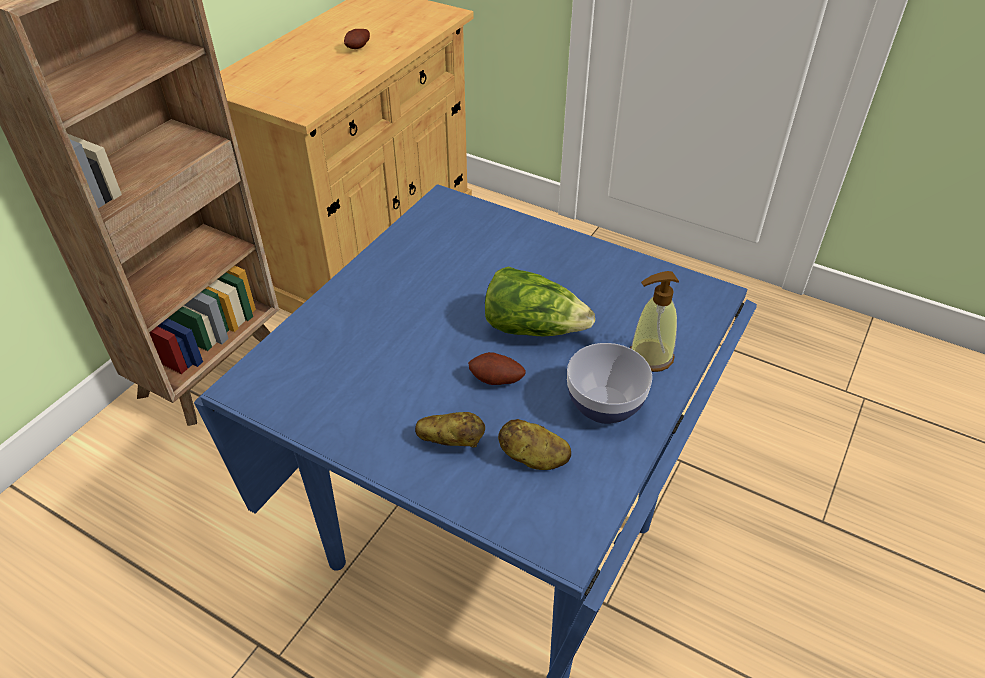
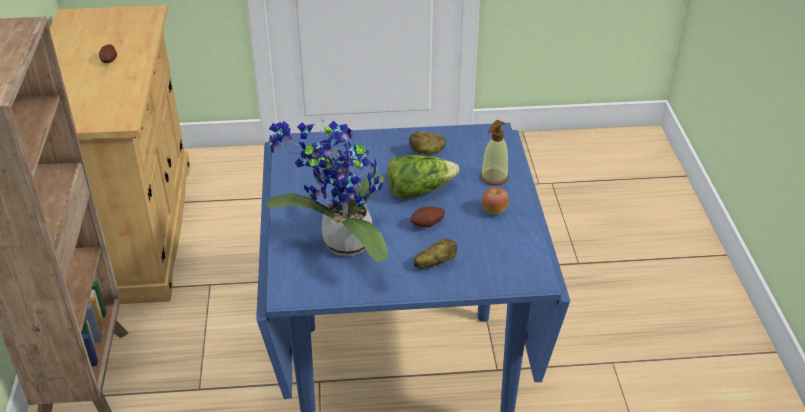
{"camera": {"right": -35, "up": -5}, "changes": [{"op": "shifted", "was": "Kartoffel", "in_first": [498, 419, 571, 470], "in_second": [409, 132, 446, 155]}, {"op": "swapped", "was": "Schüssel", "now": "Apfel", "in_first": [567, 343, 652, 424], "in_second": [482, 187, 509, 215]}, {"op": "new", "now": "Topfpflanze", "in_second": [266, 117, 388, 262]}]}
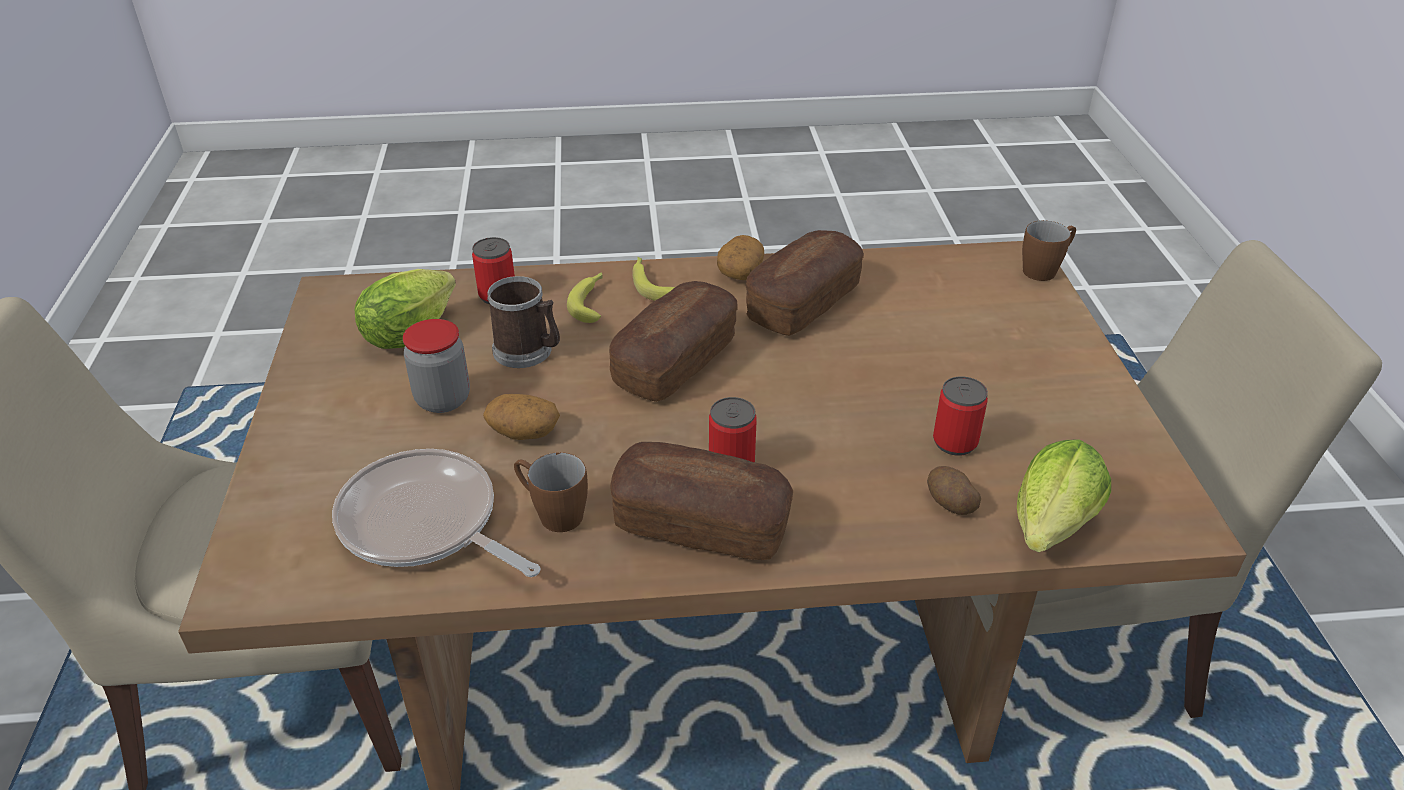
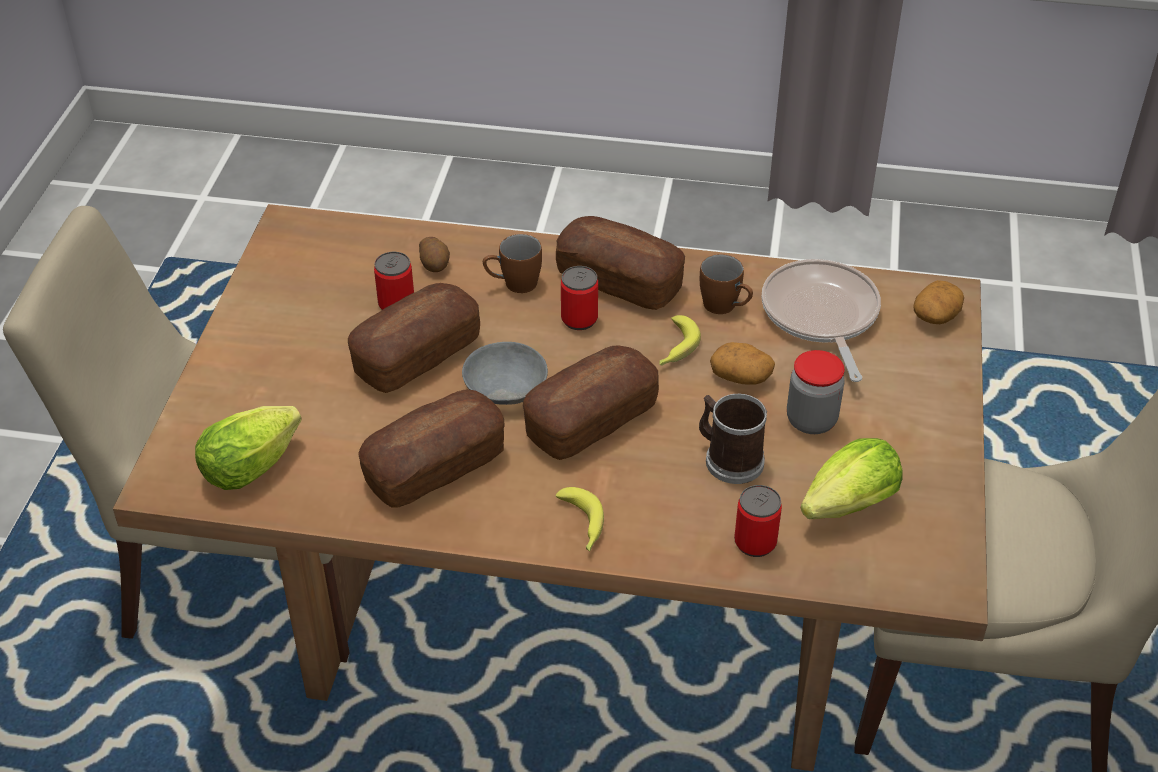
{"camera": {"right": -165, "up": 5}, "changes": [{"op": "rotated", "was": "Pfanne", "in_first": [332, 449, 540, 577], "in_second": [761, 259, 881, 382], "clockwise": -150}, {"op": "shifted", "was": "Banane", "in_first": [567, 272, 603, 323], "in_second": [659, 315, 701, 365]}, {"op": "shifted", "was": "Kartoffel", "in_first": [717, 235, 764, 280], "in_second": [913, 280, 964, 324]}, {"op": "shifted", "was": "Salatkopf", "in_first": [1017, 439, 1111, 552], "in_second": [195, 406, 302, 490]}, {"op": "shifted", "was": "Henkelbecher (braun)", "in_first": [1022, 220, 1076, 281], "in_second": [483, 234, 542, 293]}, {"op": "new", "now": "Brot", "in_second": [348, 283, 480, 393]}, {"op": "new", "now": "Schüssel (grau)", "in_second": [462, 342, 548, 405]}]}
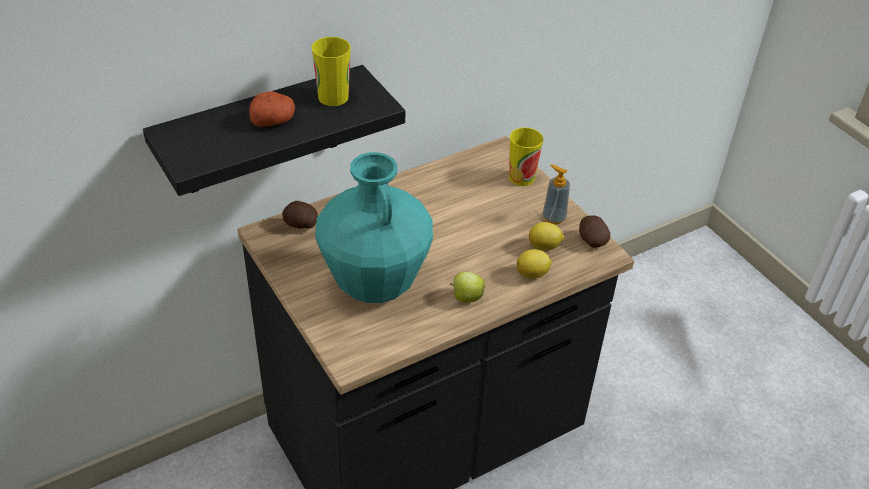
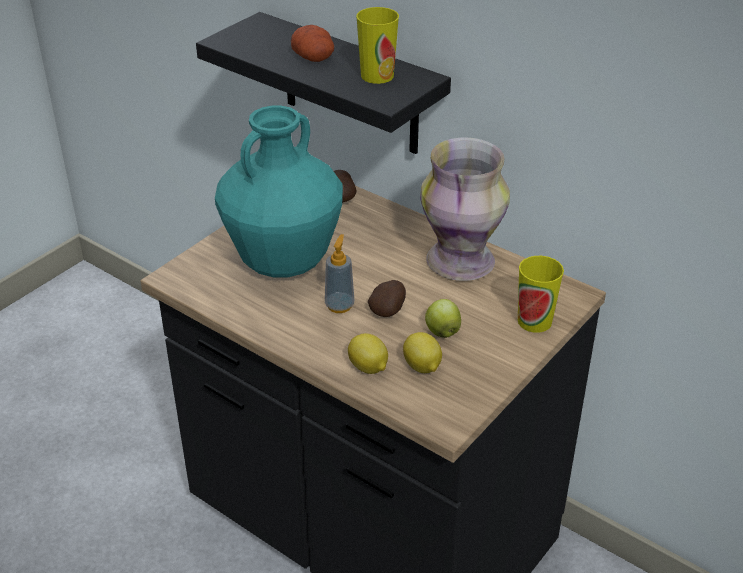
{"camera": {"right": 70, "up": -5}, "changes": [{"op": "shifted", "was": "Apfel", "in_first": [450, 272, 485, 303], "in_second": [425, 299, 461, 338]}, {"op": "shifted", "was": "Seifenspender", "in_first": [543, 164, 570, 225], "in_second": [325, 234, 354, 313]}, {"op": "shifted", "was": "Kartoffel", "in_first": [579, 216, 610, 248], "in_second": [368, 280, 406, 317]}, {"op": "new", "now": "Vase", "in_second": [420, 138, 510, 281]}]}
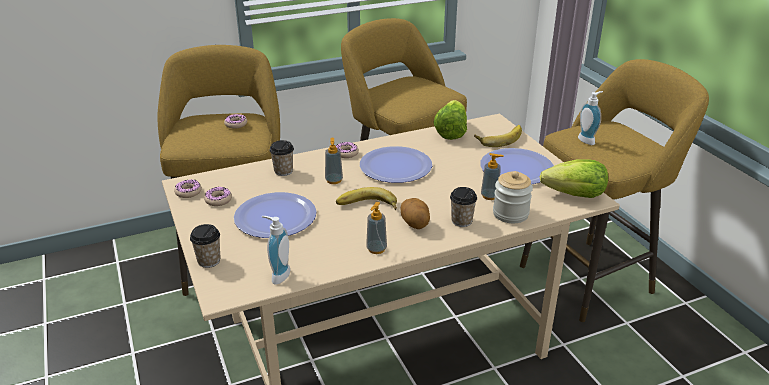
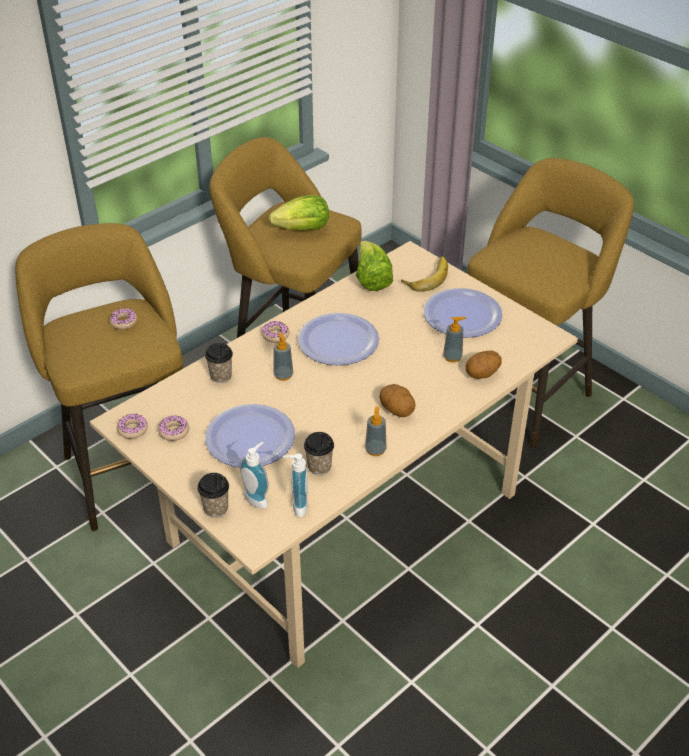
{"camera": {"right": -20, "up": 10}, "changes": [{"op": "gone", "was": "Banane", "in_first": [336, 187, 397, 210]}, {"op": "shifted", "was": "Tasse", "in_first": [450, 187, 477, 227], "in_second": [304, 432, 334, 475]}, {"op": "swapped", "was": "Vorratsglas", "now": "Kartoffel", "in_first": [493, 171, 533, 223], "in_second": [465, 351, 502, 379]}, {"op": "shifted", "was": "Salatkopf", "in_first": [540, 159, 608, 198], "in_second": [269, 195, 329, 231]}, {"op": "shifted", "was": "Seifenspender", "in_first": [578, 91, 603, 145], "in_second": [240, 442, 269, 509]}]}
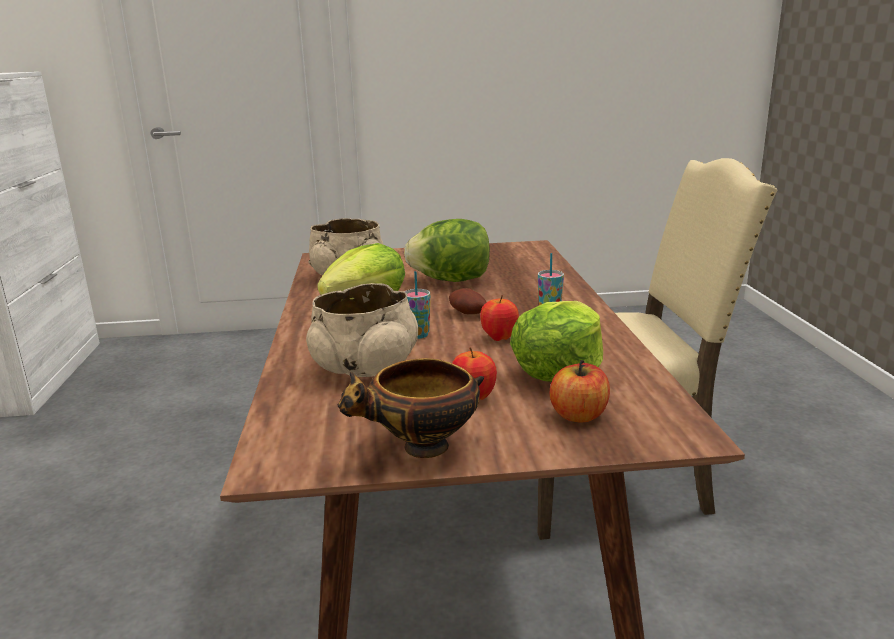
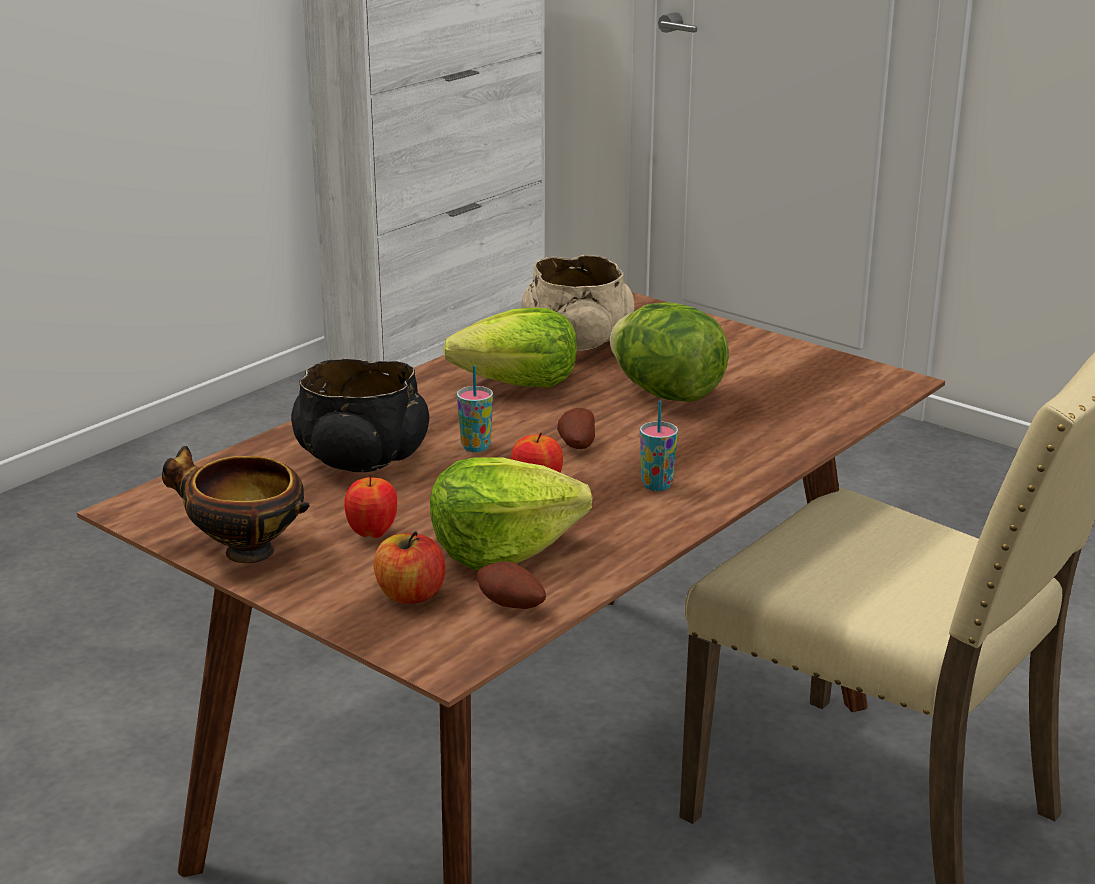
{"camera": {"right": 45, "up": 5}, "changes": [{"op": "repainted", "was": "Schüssel (beige)", "now": "Schüssel (schwarz)", "in_first": [306, 283, 418, 377], "in_second": [291, 359, 429, 472]}, {"op": "new", "now": "Kartoffel", "in_second": [477, 561, 546, 609]}]}
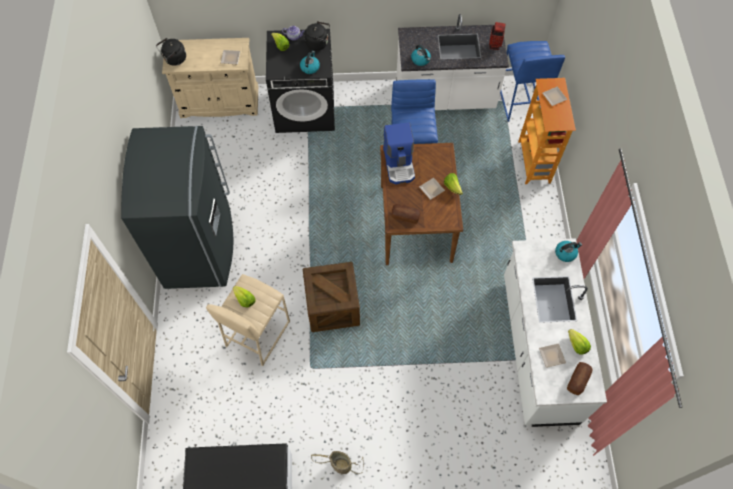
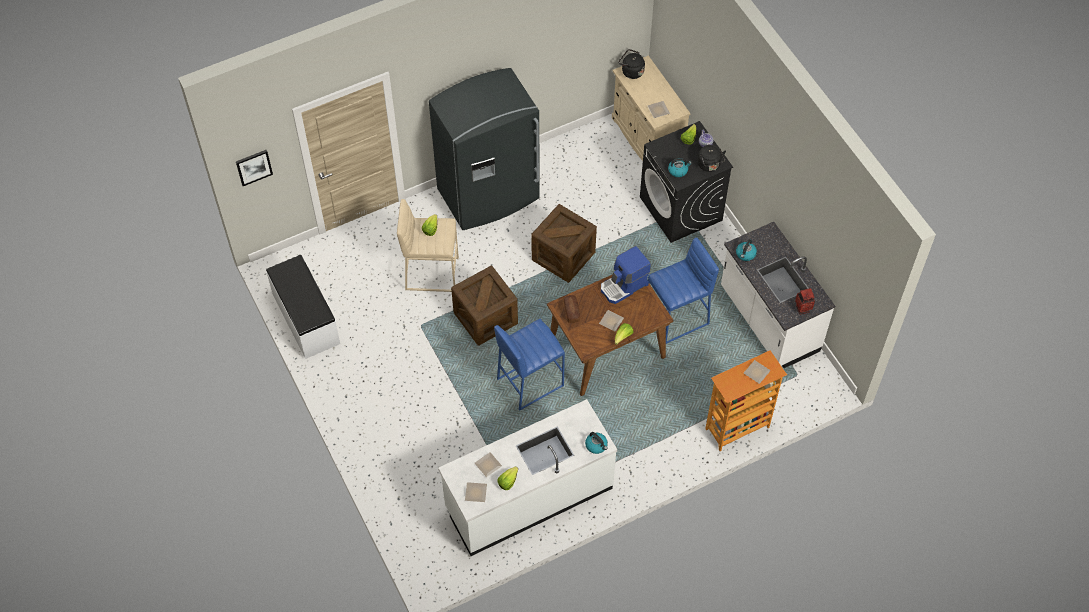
{"camera": {"right": 65, "up": -5}, "changes": [{"op": "gone", "was": "Korb", "in_first": [311, 451, 364, 474]}, {"op": "shifted", "was": "Hocker (blau)", "in_first": [500, 41, 565, 122], "in_second": [494, 319, 565, 411]}, {"op": "swapped", "was": "Brot", "now": "Teller", "in_first": [567, 362, 593, 395], "in_second": [465, 482, 487, 502]}, {"op": "new", "now": "Bild", "in_second": [236, 150, 273, 186]}, {"op": "new", "now": "Kiste", "in_second": [531, 204, 597, 283]}]}
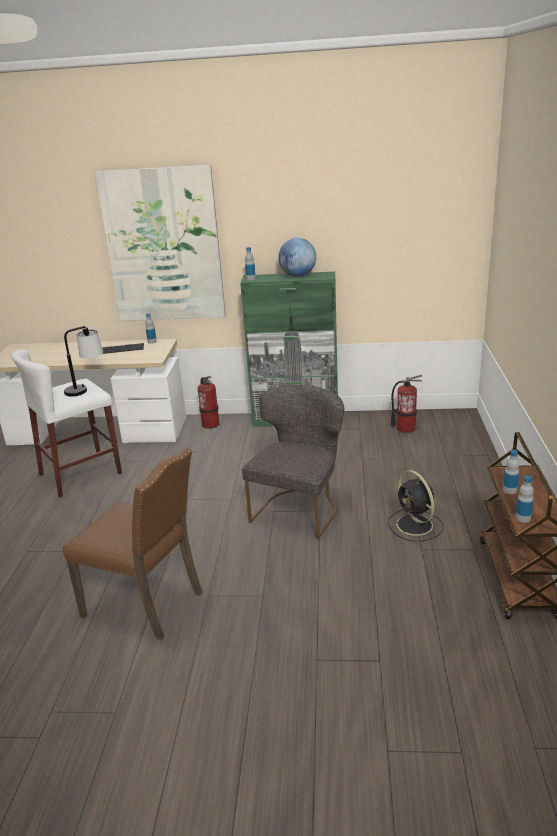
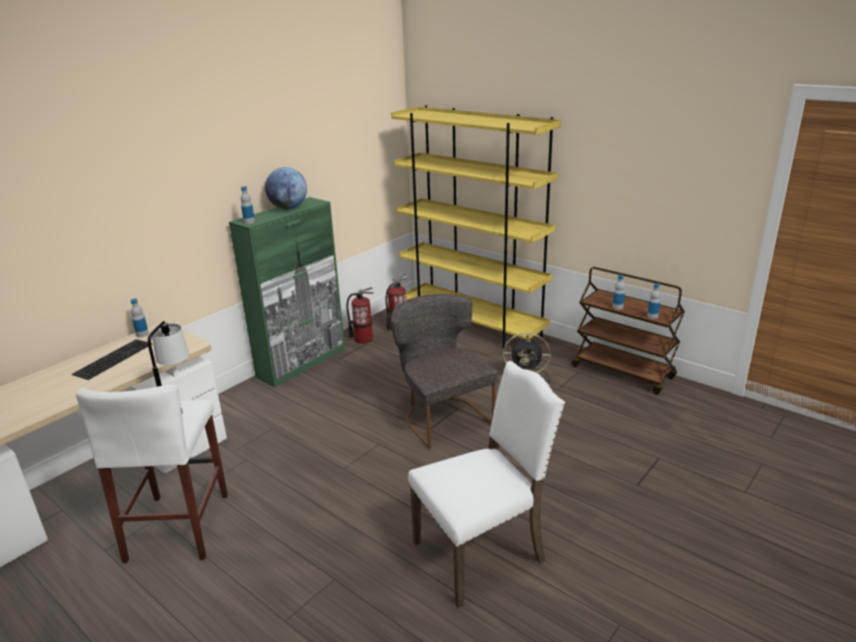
{"camera": {"right": -55, "up": 0}, "changes": [{"op": "repainted", "was": "Stuhl (braun)", "now": "Stuhl (weiß)", "in_first": [63, 448, 203, 640], "in_second": [408, 361, 565, 608]}, {"op": "gone", "was": "Bild", "in_first": [95, 165, 226, 321]}, {"op": "shifted", "was": "Feuerlöscher", "in_first": [197, 376, 219, 429], "in_second": [346, 287, 373, 344]}, {"op": "new", "now": "Bücherregal (gelb)", "in_second": [391, 105, 561, 348]}]}
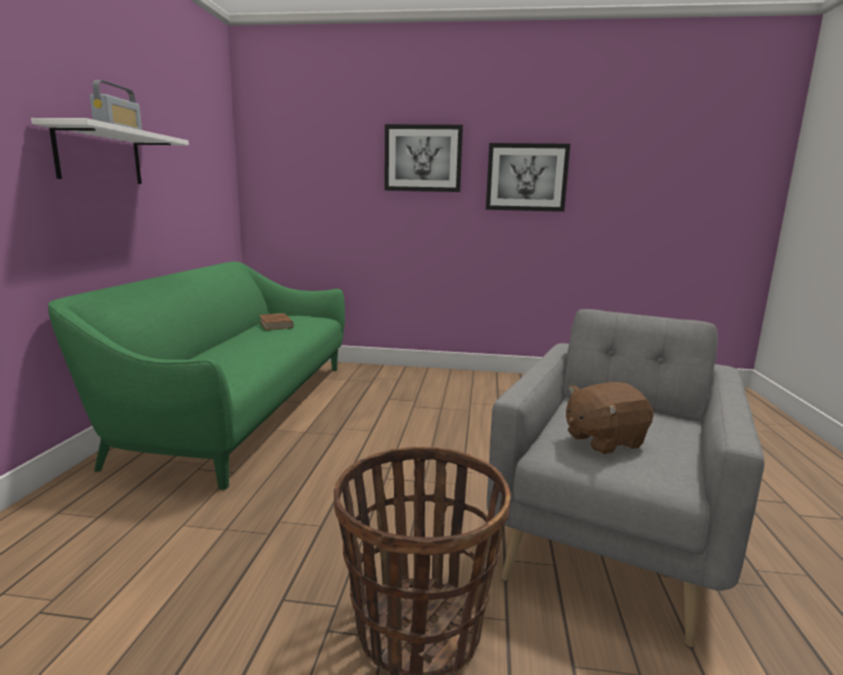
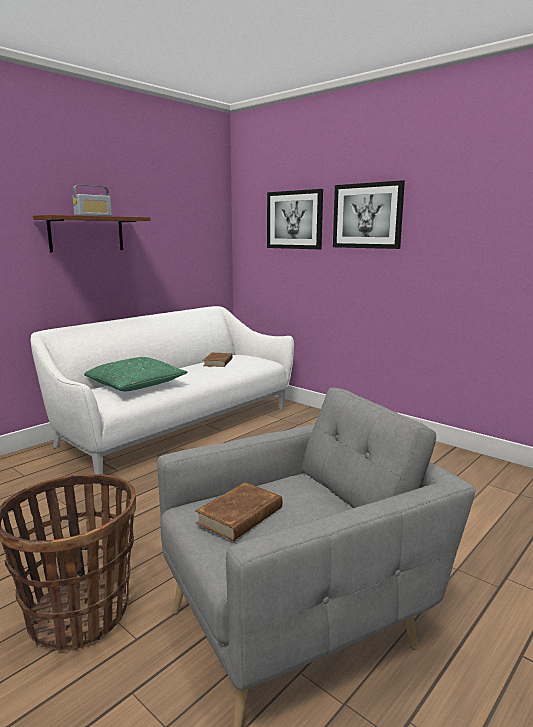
{"camera": {"right": 35, "up": 0}, "changes": [{"op": "repainted", "was": "Wandregal (weiß)", "now": "Wandregal (braun)", "in_first": [31, 118, 189, 184], "in_second": [33, 215, 151, 252]}, {"op": "repainted", "was": "Sofa (grün)", "now": "Sofa (weiß)", "in_first": [48, 262, 345, 490], "in_second": [30, 306, 294, 474]}, {"op": "shifted", "was": "Bild", "in_first": [486, 143, 570, 212], "in_second": [267, 189, 323, 249]}, {"op": "swapped", "was": "Plüschtier (braun)", "now": "Buch (braun)", "in_first": [566, 382, 653, 454], "in_second": [196, 482, 283, 541]}, {"op": "new", "now": "Kissen (grün)", "in_second": [84, 357, 188, 392]}]}
